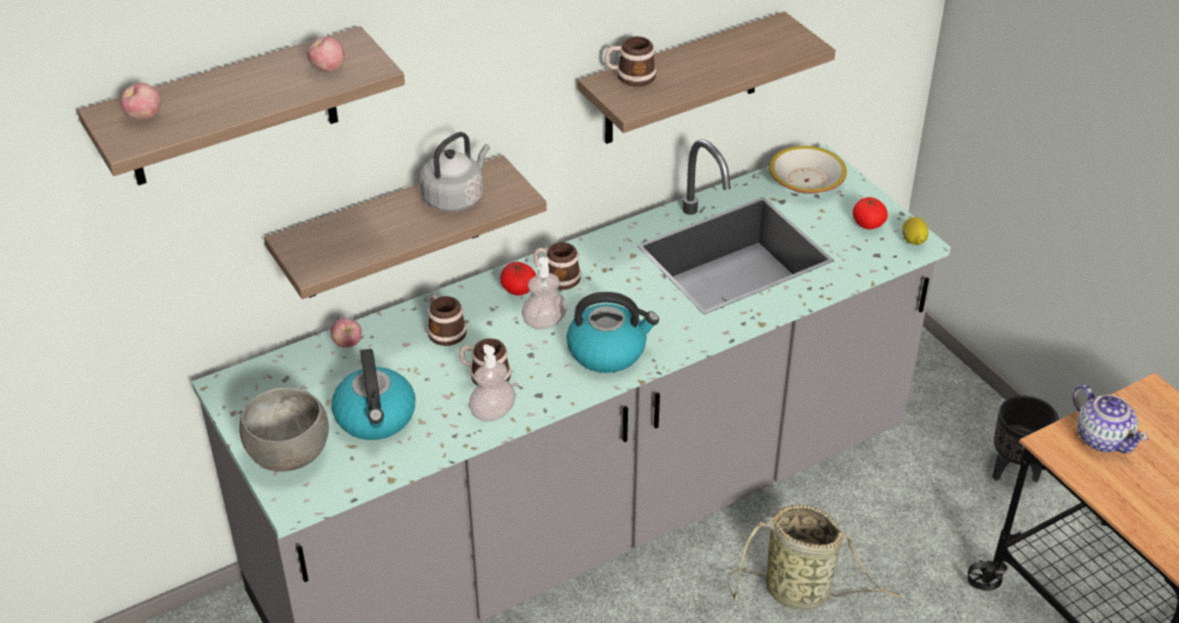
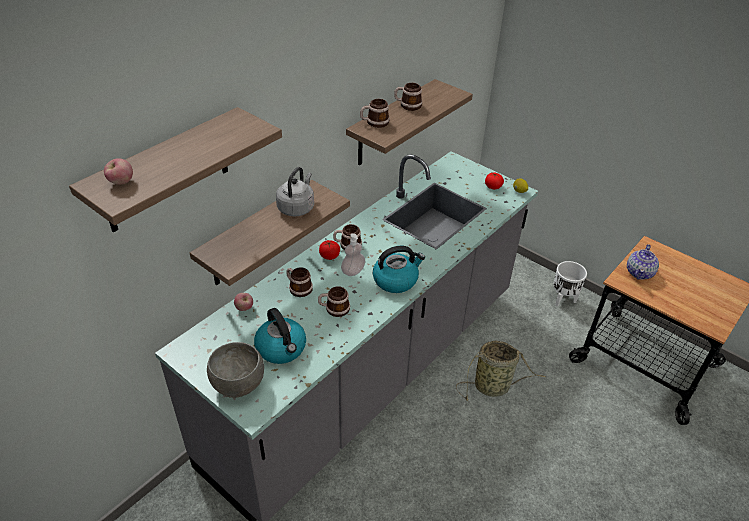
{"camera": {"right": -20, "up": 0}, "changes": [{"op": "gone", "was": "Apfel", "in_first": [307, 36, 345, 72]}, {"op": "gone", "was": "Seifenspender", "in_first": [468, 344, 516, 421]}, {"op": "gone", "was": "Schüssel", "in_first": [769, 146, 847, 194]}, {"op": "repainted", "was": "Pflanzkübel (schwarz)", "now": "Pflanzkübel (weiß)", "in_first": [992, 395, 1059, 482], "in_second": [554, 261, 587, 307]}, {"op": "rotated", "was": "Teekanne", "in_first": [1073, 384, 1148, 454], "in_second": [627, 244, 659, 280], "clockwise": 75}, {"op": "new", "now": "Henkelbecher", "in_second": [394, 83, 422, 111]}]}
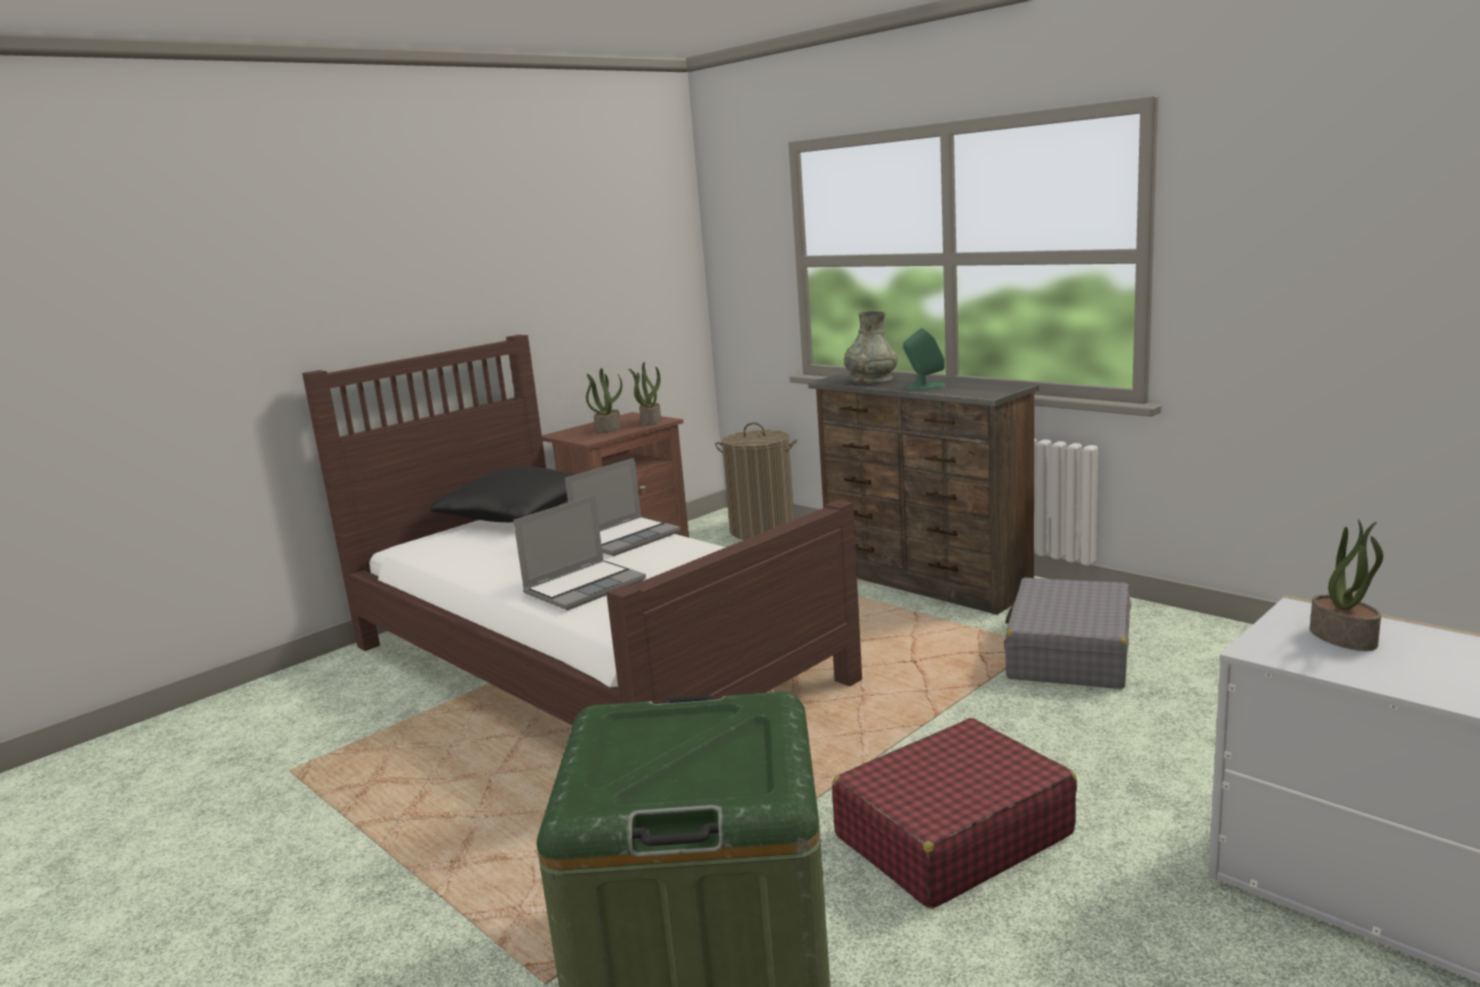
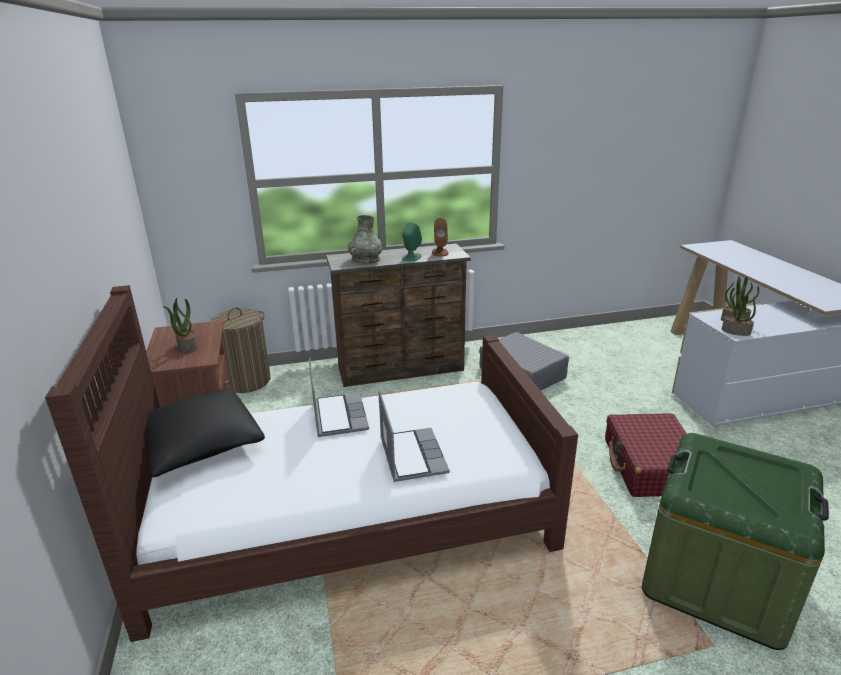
{"camera": {"right": -60, "up": 10}, "changes": [{"op": "shifted", "was": "Topfpflanze", "in_first": [628, 362, 661, 425], "in_second": [722, 286, 756, 336]}, {"op": "new", "now": "Lautsprecher (braun)", "in_second": [432, 218, 448, 257]}]}
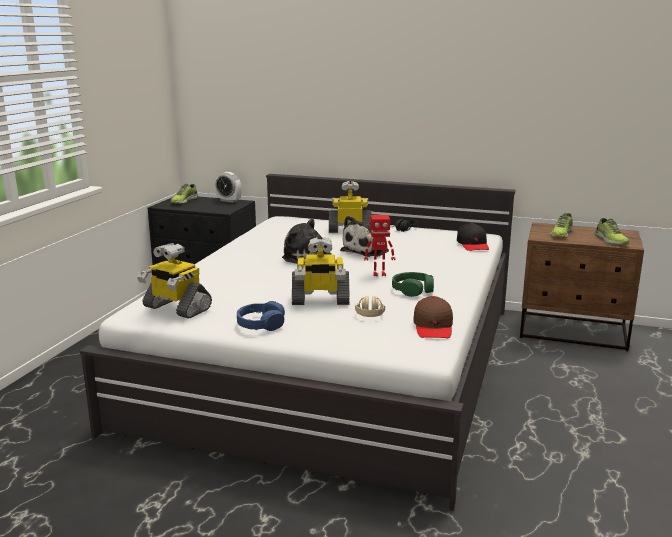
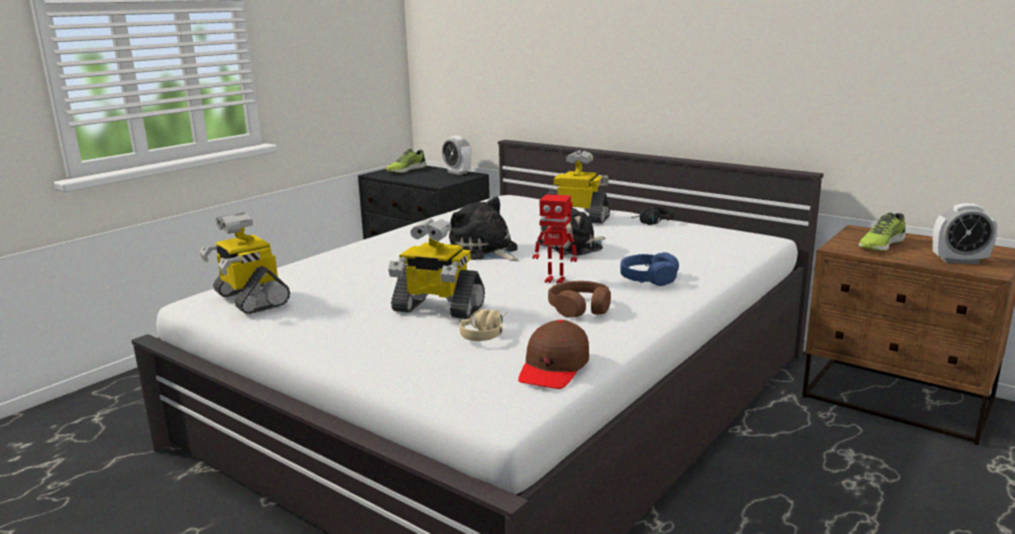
{"camera": {"right": 20, "up": 0}, "changes": [{"op": "shifted", "was": "Kopfhörer (blau)", "in_first": [237, 301, 285, 331], "in_second": [620, 252, 679, 286]}, {"op": "repainted", "was": "Kopfhörer (grün)", "now": "Kopfhörer (braun)", "in_first": [392, 272, 434, 297], "in_second": [548, 281, 611, 317]}, {"op": "gone", "was": "Kappe (schwarz)", "in_first": [457, 223, 489, 251]}, {"op": "swapped", "was": "Schuh", "now": "Wecker", "in_first": [595, 218, 629, 244], "in_second": [932, 203, 997, 264]}]}
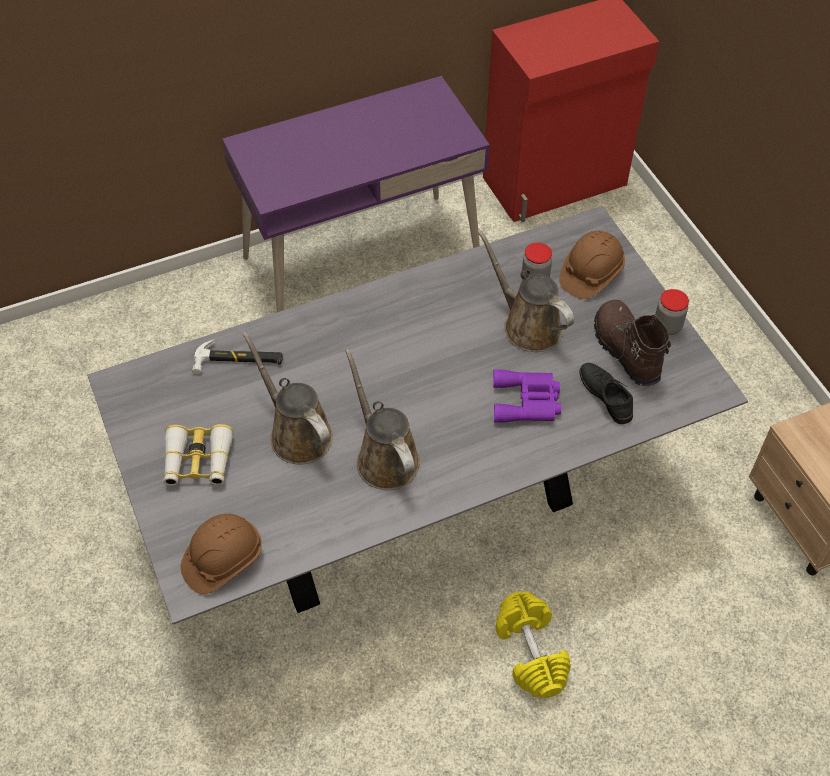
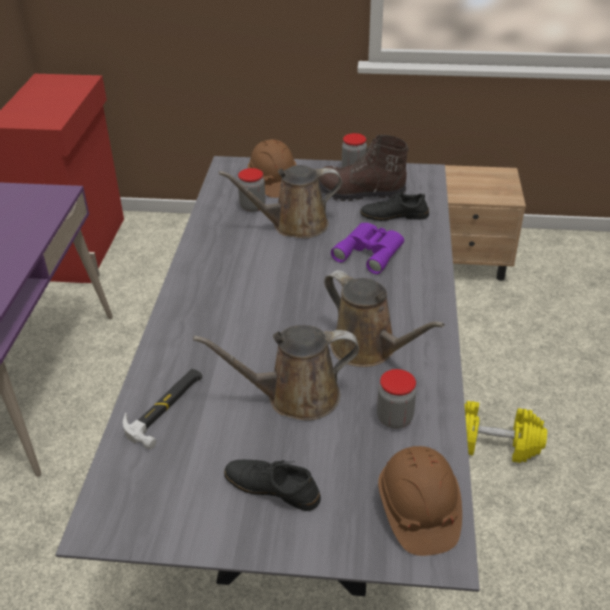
{"camera": {"right": -60, "up": -15}, "changes": [{"op": "swapped", "was": "Fernglas", "now": "Schuh (schwarz)", "in_first": [163, 424, 234, 486], "in_second": [224, 460, 321, 511]}, {"op": "rotated", "was": "Gießkanne (braun)", "in_first": [345, 348, 420, 490], "in_second": [324, 270, 445, 367], "clockwise": -135}, {"op": "new", "now": "Vorratsglas", "in_second": [377, 369, 416, 429]}]}
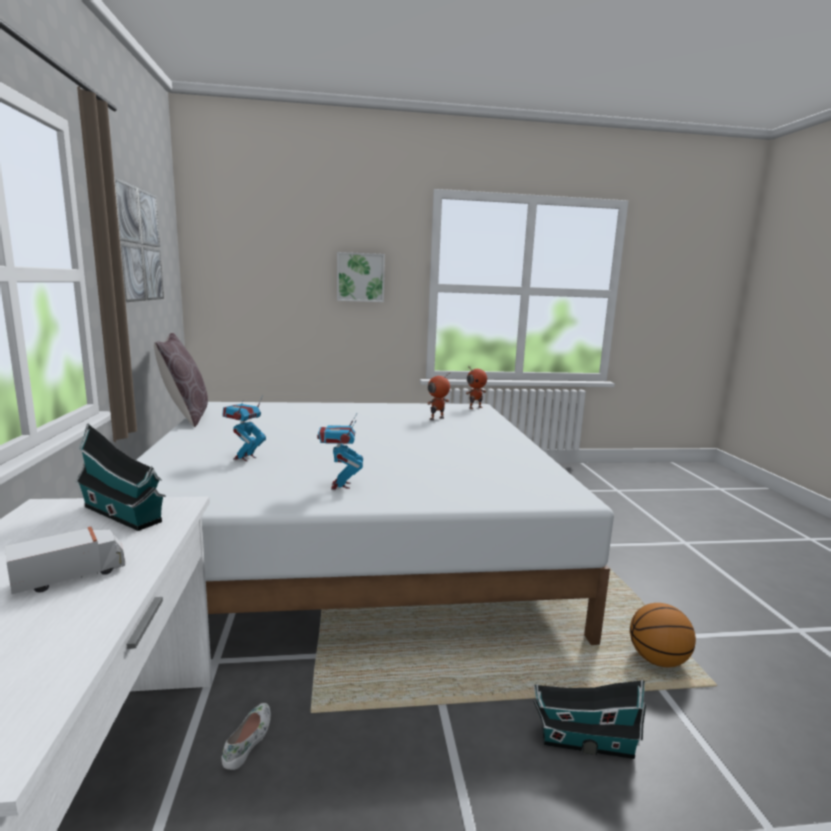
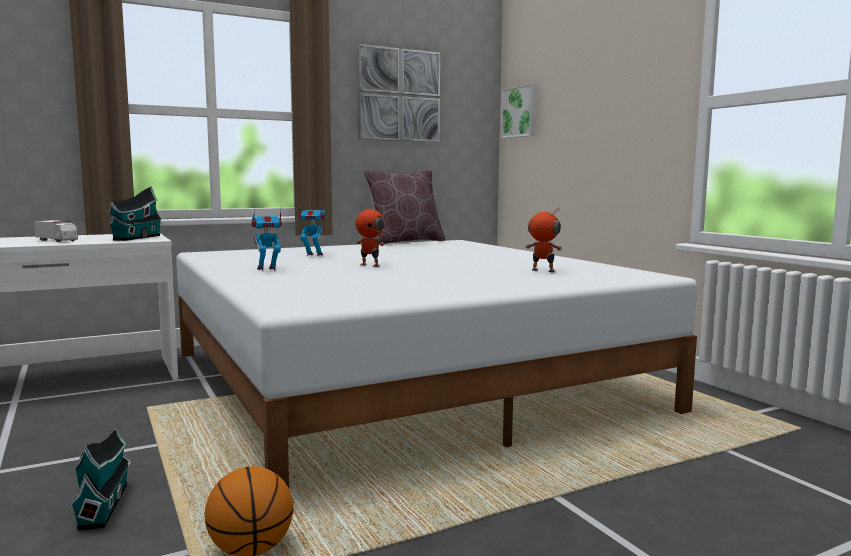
{"camera": {"right": 70, "up": -5}, "changes": [{"op": "gone", "was": "Schuh (weiß)", "in_first": [222, 703, 271, 770]}, {"op": "shifted", "was": "Bild", "in_first": [337, 252, 385, 302], "in_second": [501, 83, 536, 138]}, {"op": "shifted", "was": "Spielzeugroboter", "in_first": [466, 367, 487, 409], "in_second": [355, 204, 385, 267]}]}
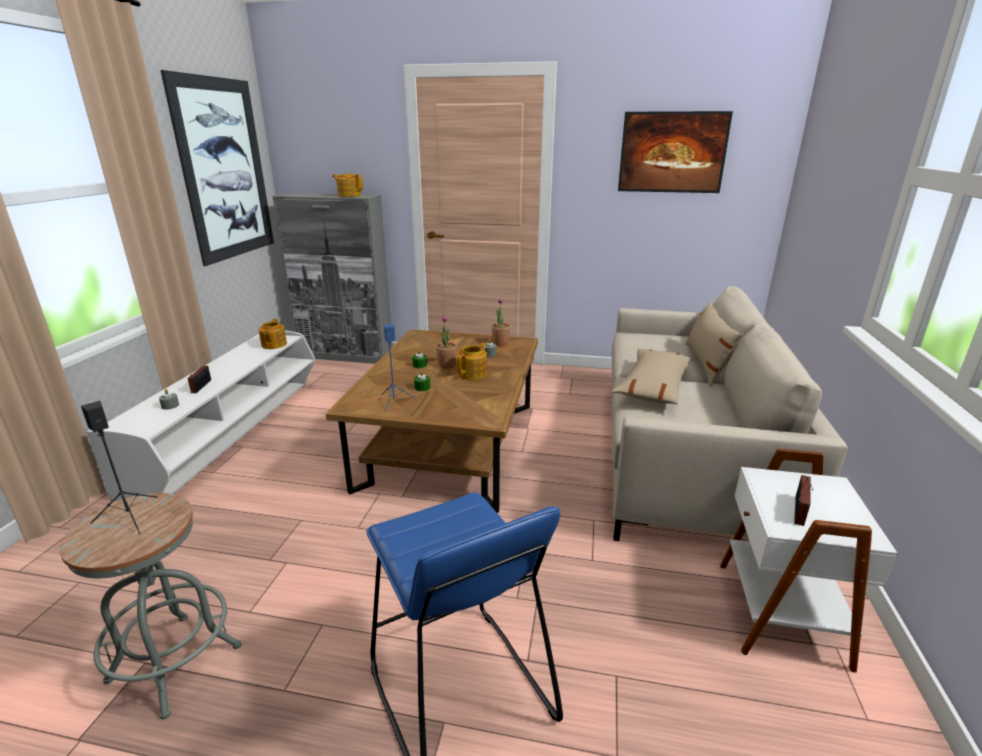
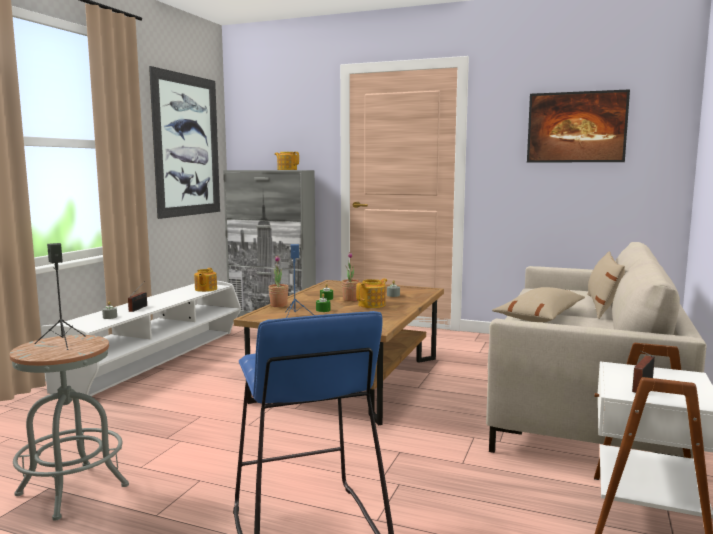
{"camera": {"right": 10, "up": -15}, "changes": [{"op": "shifted", "was": "Topfpflanze", "in_first": [491, 298, 510, 346], "in_second": [268, 255, 289, 307]}]}
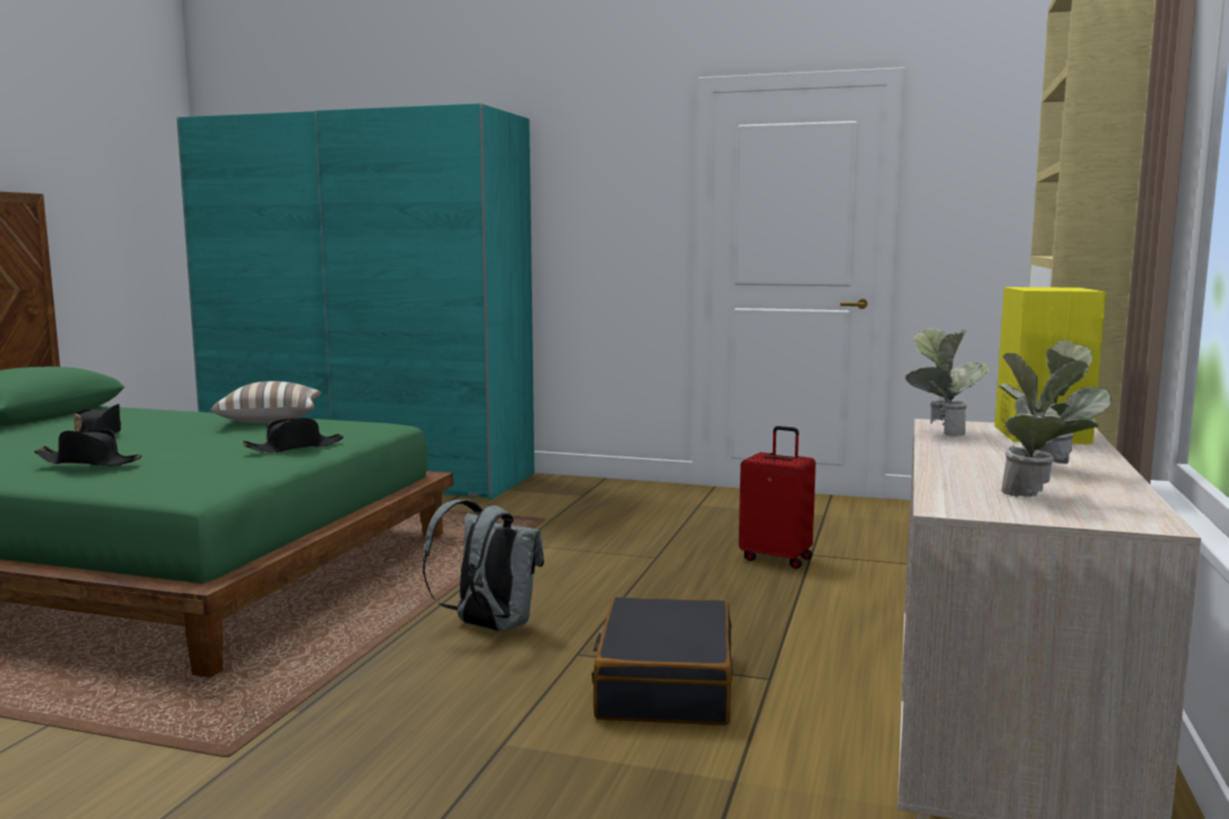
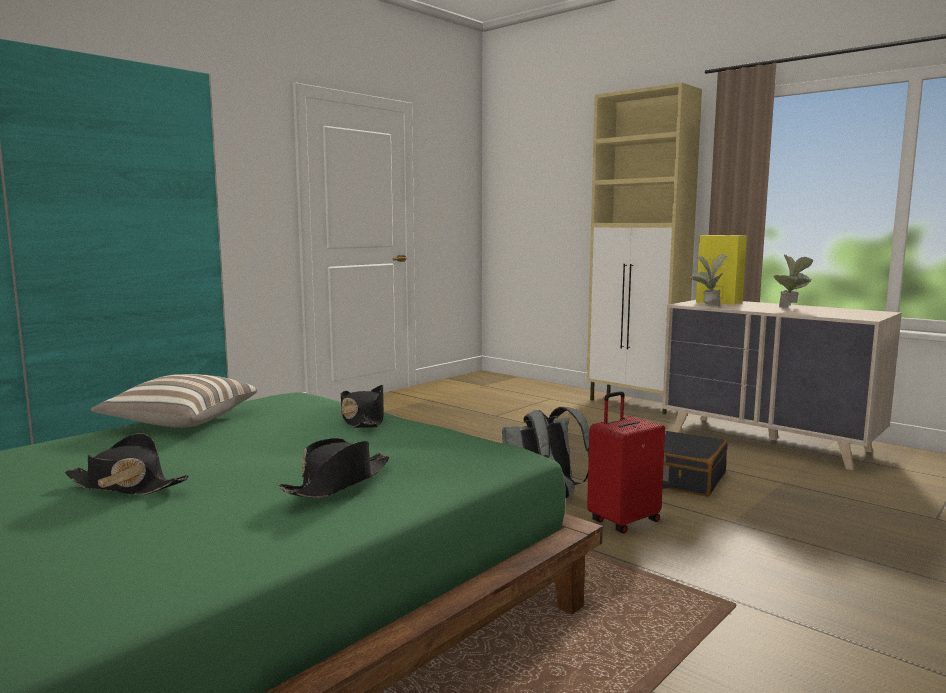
{"camera": {"right": -65, "up": 0}, "changes": [{"op": "shifted", "was": "Koffer (rot)", "in_first": [739, 426, 816, 569], "in_second": [587, 391, 665, 533]}, {"op": "gone", "was": "Topfpflanze", "in_first": [1001, 353, 1099, 497]}]}
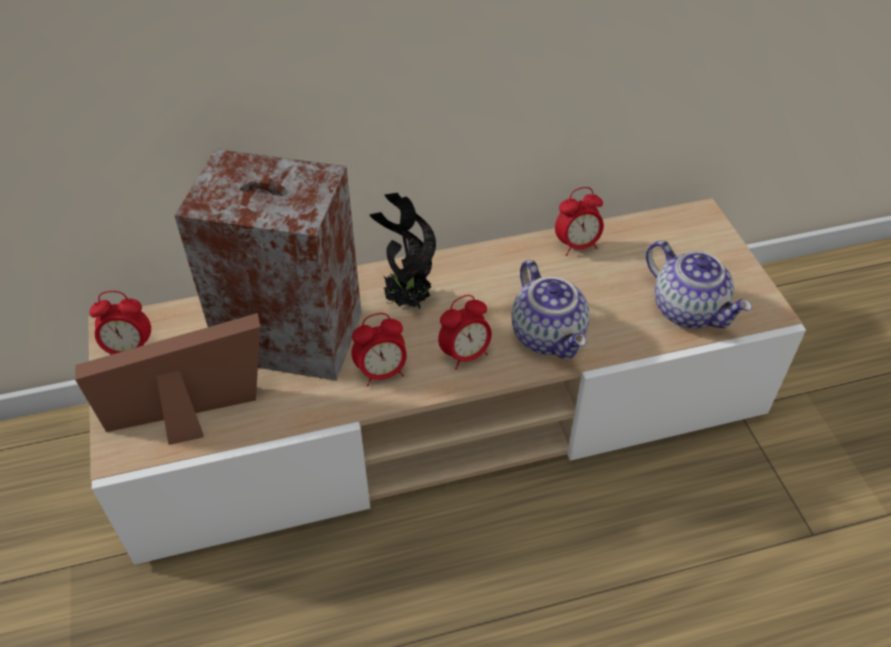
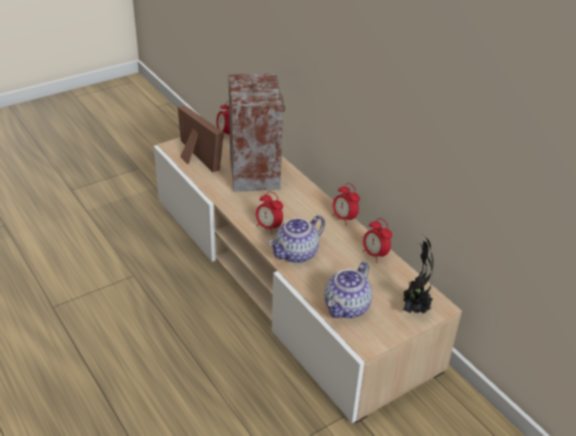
{"camera": {"right": 70, "up": -10}, "changes": [{"op": "shifted", "was": "Wecker", "in_first": [351, 313, 407, 387], "in_second": [333, 183, 360, 226]}, {"op": "shifted", "was": "Topfpflanze", "in_first": [369, 193, 436, 309], "in_second": [400, 234, 433, 313]}]}
